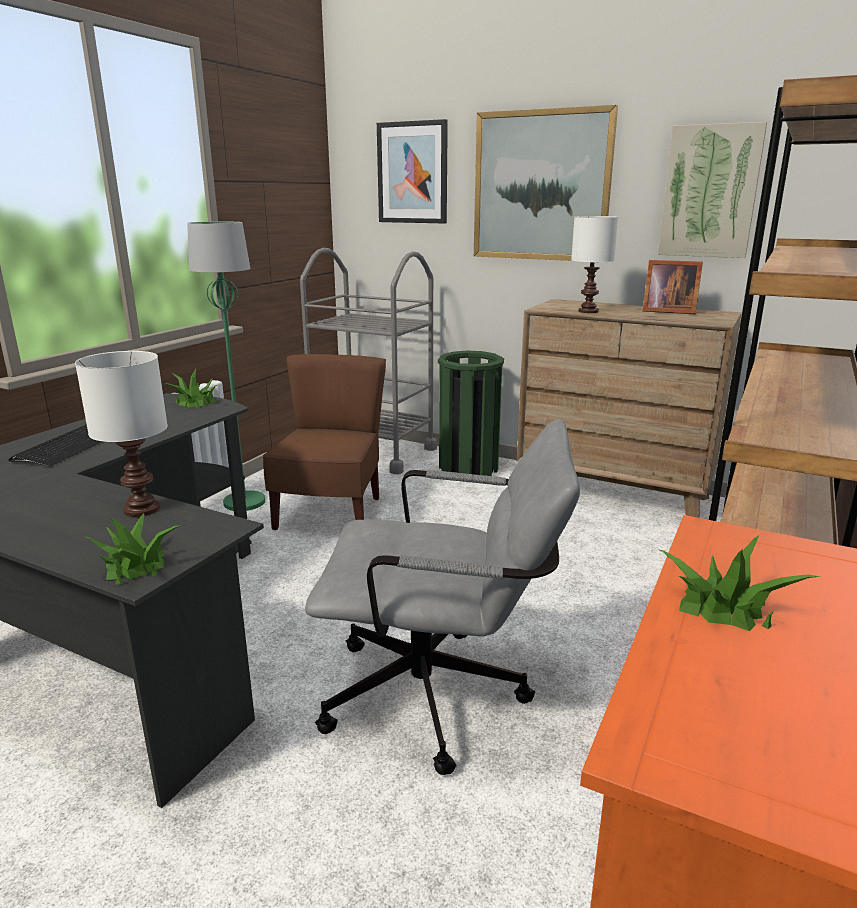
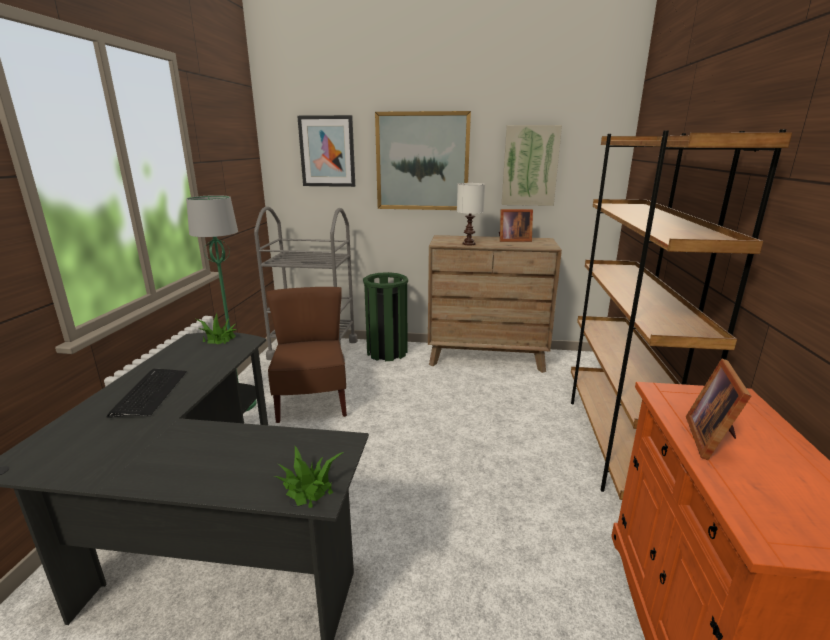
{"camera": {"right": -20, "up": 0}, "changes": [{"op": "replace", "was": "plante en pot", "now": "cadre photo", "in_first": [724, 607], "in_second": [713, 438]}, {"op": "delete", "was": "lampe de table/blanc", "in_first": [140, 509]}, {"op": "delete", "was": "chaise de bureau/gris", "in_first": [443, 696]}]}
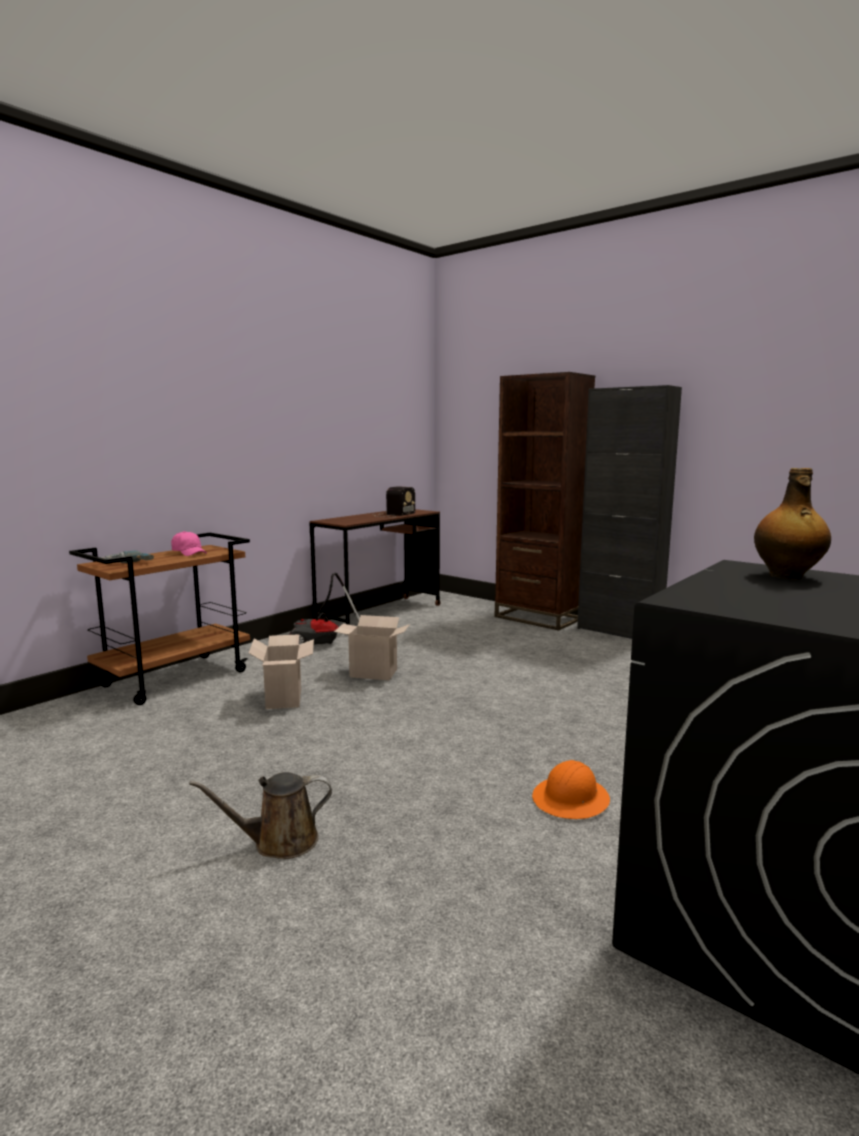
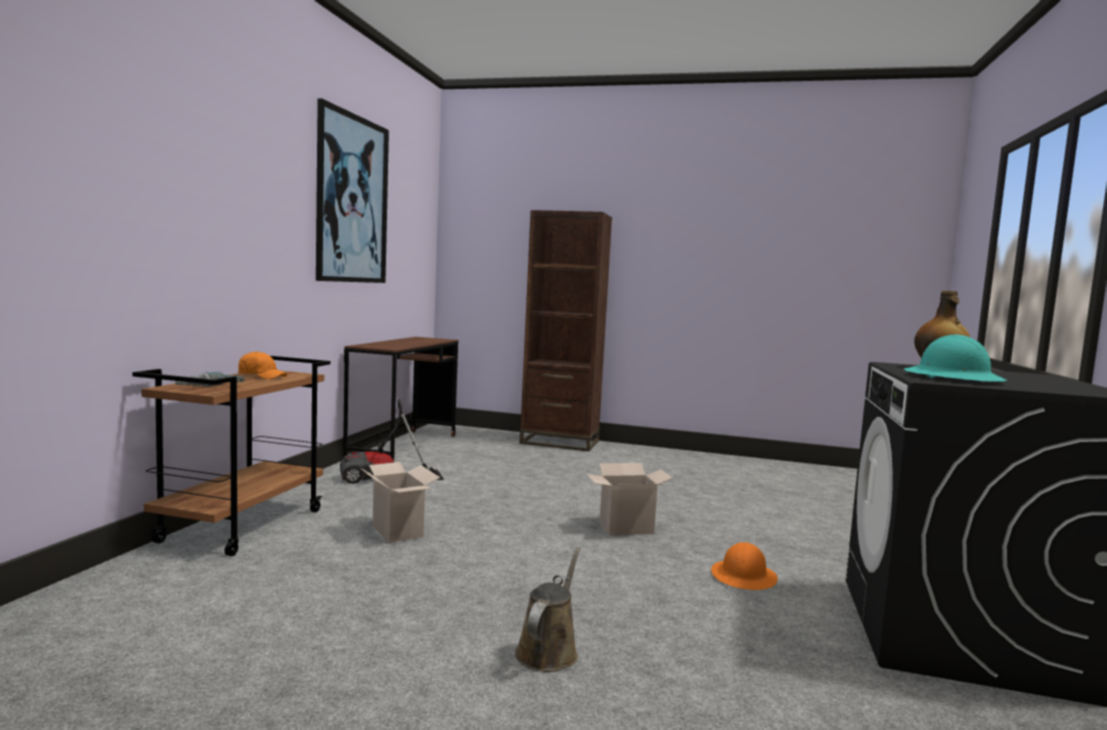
{"camera": {"right": -25, "up": -5}, "changes": [{"op": "recolor", "was": "casquette/rose", "now": "casquette/orange", "in_first": [189, 553], "in_second": [262, 376]}, {"op": "insert", "now": "tableau", "in_second": [352, 199]}, {"op": "rotate", "was": "arrosoir/marron", "in_first": [279, 842], "in_second": [549, 651], "clockwise": 150}, {"op": "move", "was": "carton", "in_first": [371, 674], "in_second": [625, 529]}, {"op": "insert", "now": "casque de chantier/turquoise", "in_second": [953, 378]}, {"op": "delete", "was": "radio", "in_first": [393, 514]}, {"op": "delete", "was": "meuble de rangement/noir", "in_first": [619, 631]}]}
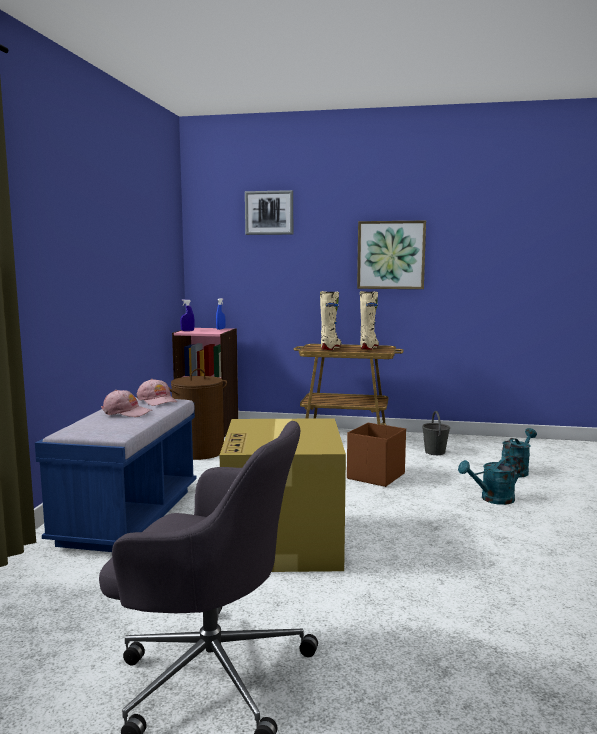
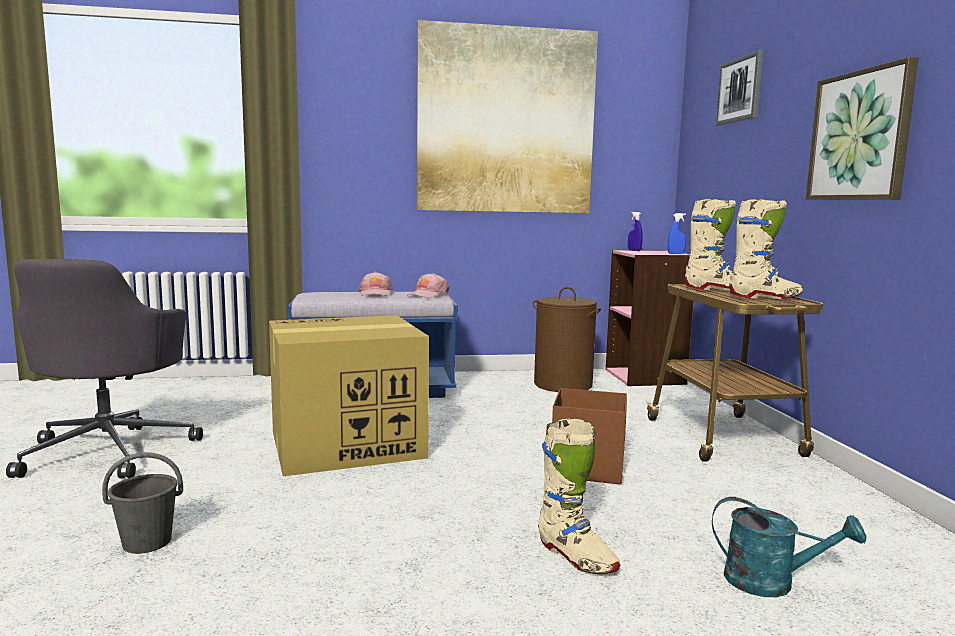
{"camera": {"right": 70, "up": 0}, "changes": [{"op": "move", "was": "seau/gris", "in_first": [434, 452], "in_second": [148, 542]}, {"op": "insert", "now": "tableau", "in_second": [505, 121]}, {"op": "replace", "was": "arrosoir/turquoise", "now": "botte/beige", "in_first": [492, 499], "in_second": [576, 557]}]}
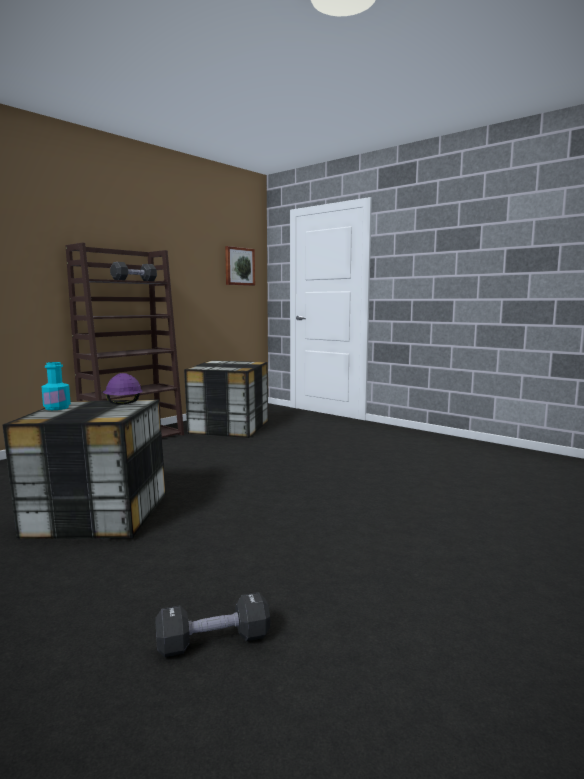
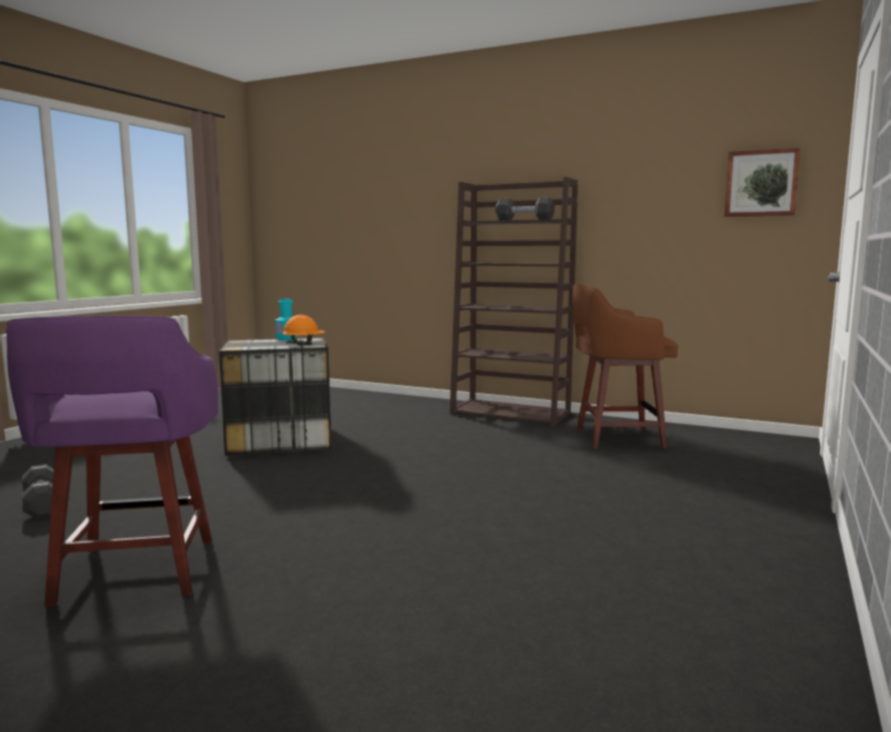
{"camera": {"right": 75, "up": 0}, "changes": [{"op": "insert", "now": "tabouret/violet", "in_second": [135, 574]}, {"op": "recolor", "was": "casque de chantier/violet", "now": "casque de chantier/orange", "in_first": [123, 403], "in_second": [303, 344]}, {"op": "replace", "was": "boîte de rangement", "now": "tabouret/marron", "in_first": [228, 428], "in_second": [615, 438]}]}
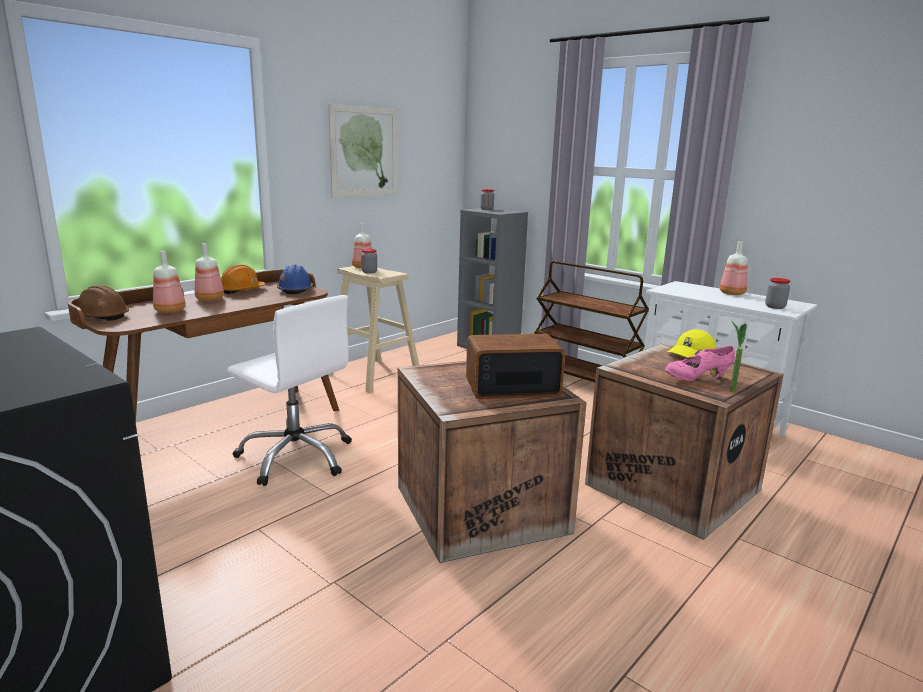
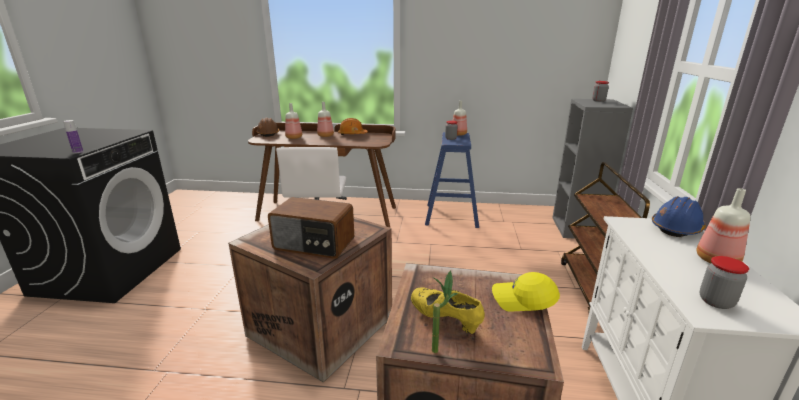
{"camera": {"right": 55, "up": 5}, "changes": [{"op": "insert", "now": "bouteille", "in_second": [78, 152]}, {"op": "rotate", "was": "radio", "in_first": [511, 387], "in_second": [314, 244], "clockwise": 150}, {"op": "recolor", "was": "chaussure/rose", "now": "chaussure/jaune", "in_first": [697, 379], "in_second": [445, 320]}, {"op": "recolor", "was": "tabouret/beige", "now": "tabouret/bleu", "in_first": [374, 375], "in_second": [451, 215]}, {"op": "move", "was": "casque de chantier/bleu", "in_first": [295, 290], "in_second": [676, 228]}, {"op": "delete", "was": "tableau", "in_first": [364, 152]}]}
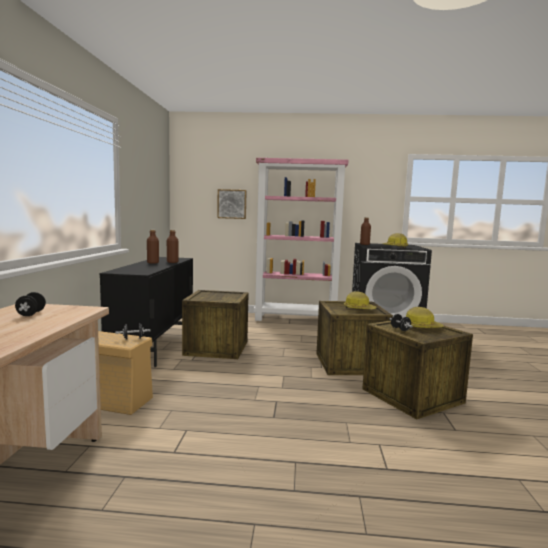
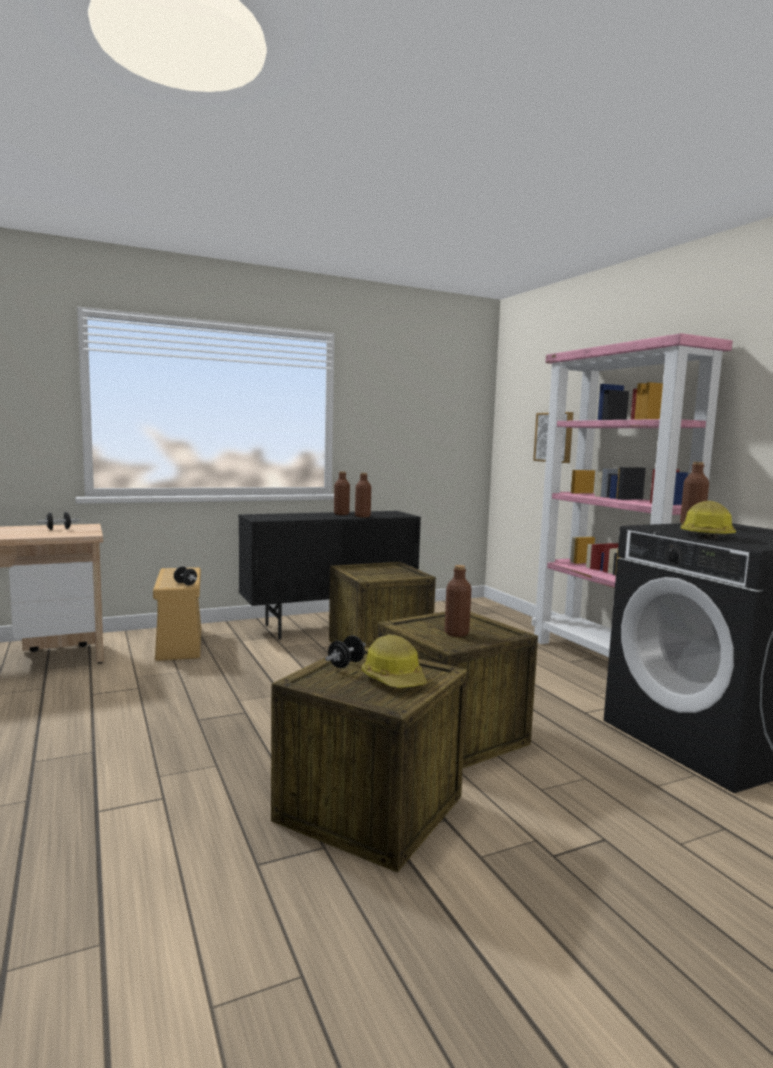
{"camera": {"right": 60, "up": 0}, "changes": [{"op": "replace", "was": "casque de chantier", "now": "bouteille/marron", "in_first": [359, 309], "in_second": [456, 633]}]}
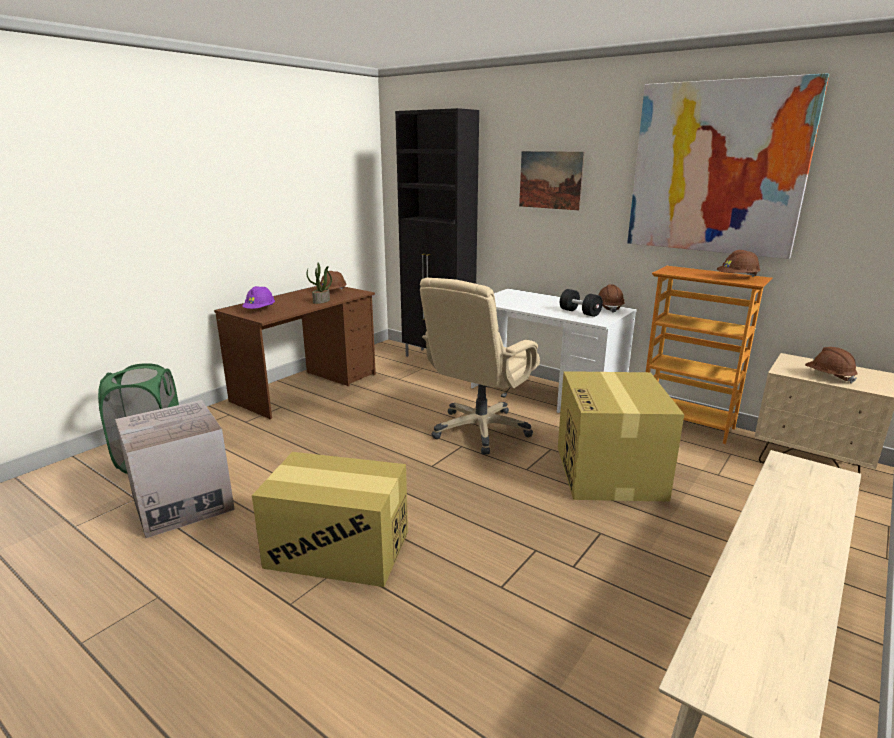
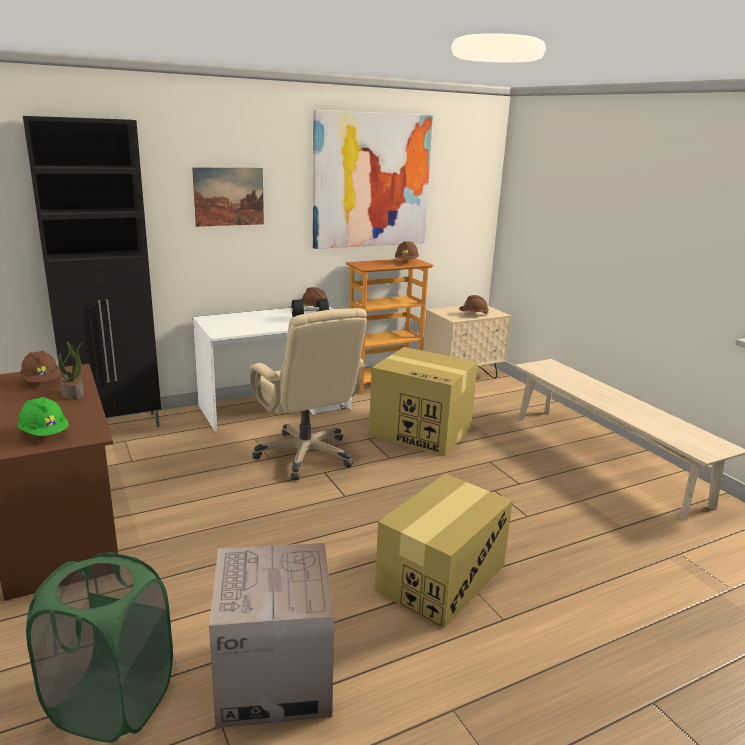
{"camera": {"right": -65, "up": 0}, "changes": [{"op": "recolor", "was": "casque de chantier/violet", "now": "casque de chantier/vert", "in_first": [260, 310], "in_second": [45, 433]}]}
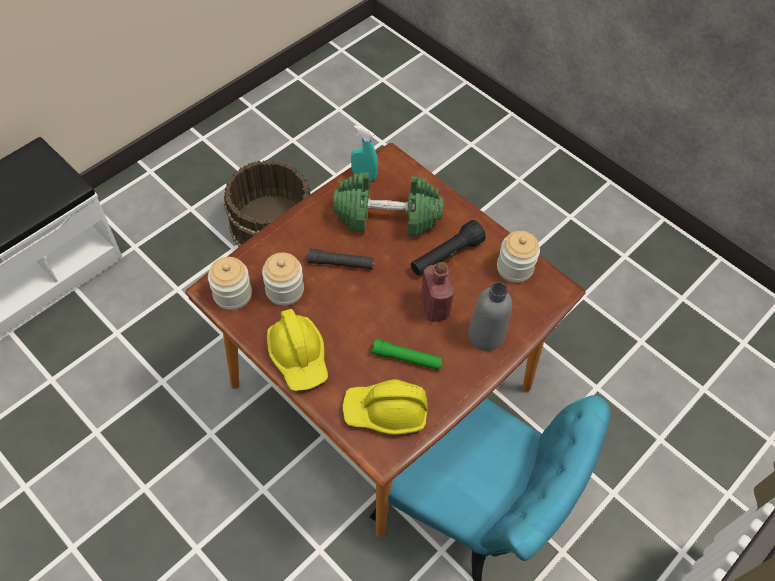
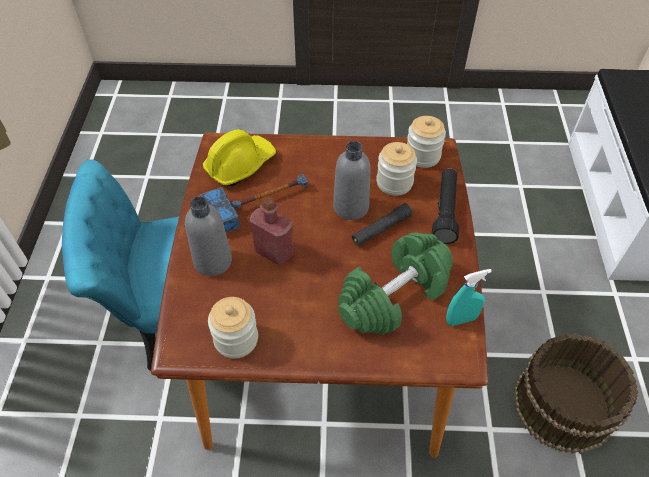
{"camera": {"right": 140, "up": -5}, "changes": [{"op": "replace", "was": "lampe de poche/vert", "now": "marteau", "in_first": [407, 358], "in_second": [258, 203]}, {"op": "insert", "now": "bouteille/gris", "in_second": [351, 207]}, {"op": "move", "was": "lampe de poche/noir", "in_first": [446, 256], "in_second": [445, 211]}, {"op": "delete", "was": "casque de chantier/jaune", "in_first": [299, 356]}]}
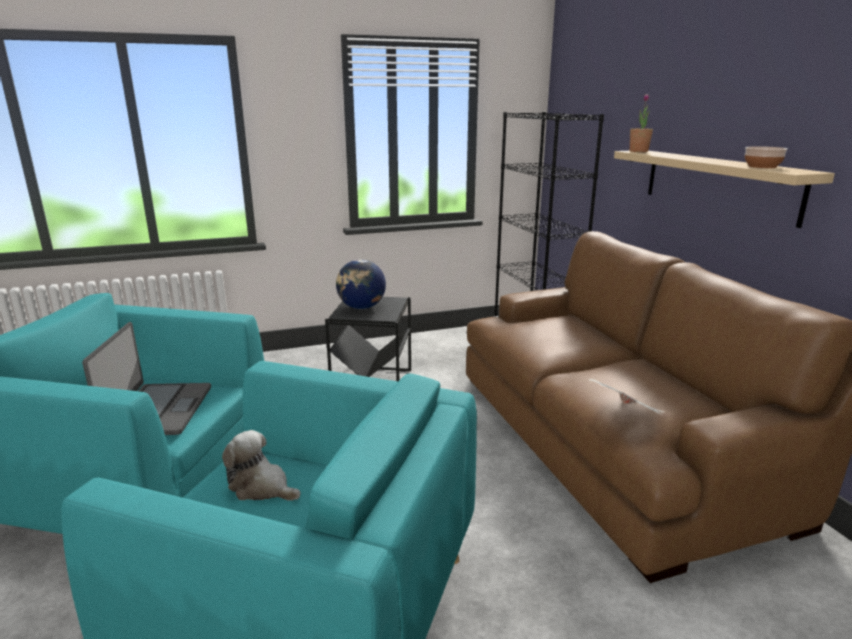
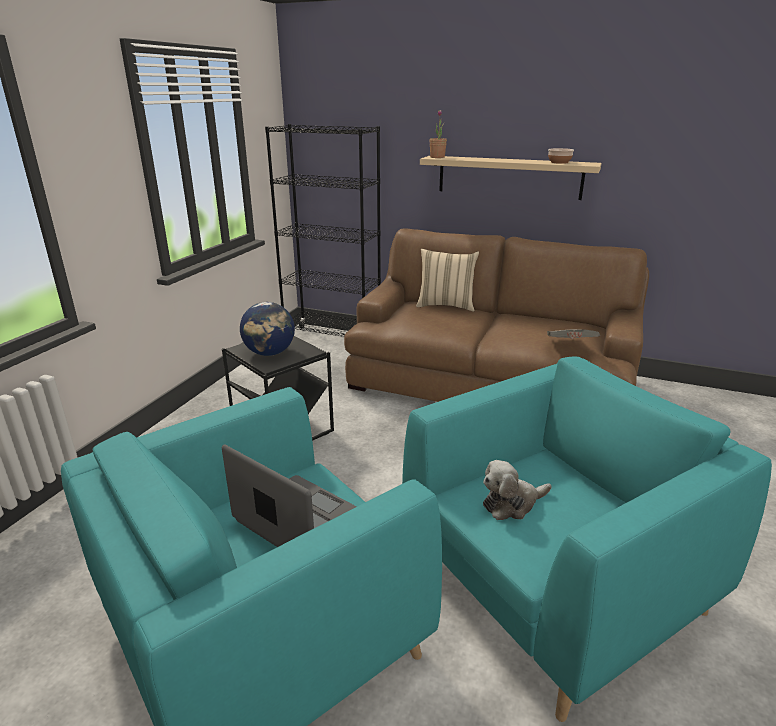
{"camera": {"right": -50, "up": 5}, "changes": [{"op": "insert", "now": "coussin/beige", "in_second": [446, 305]}]}
